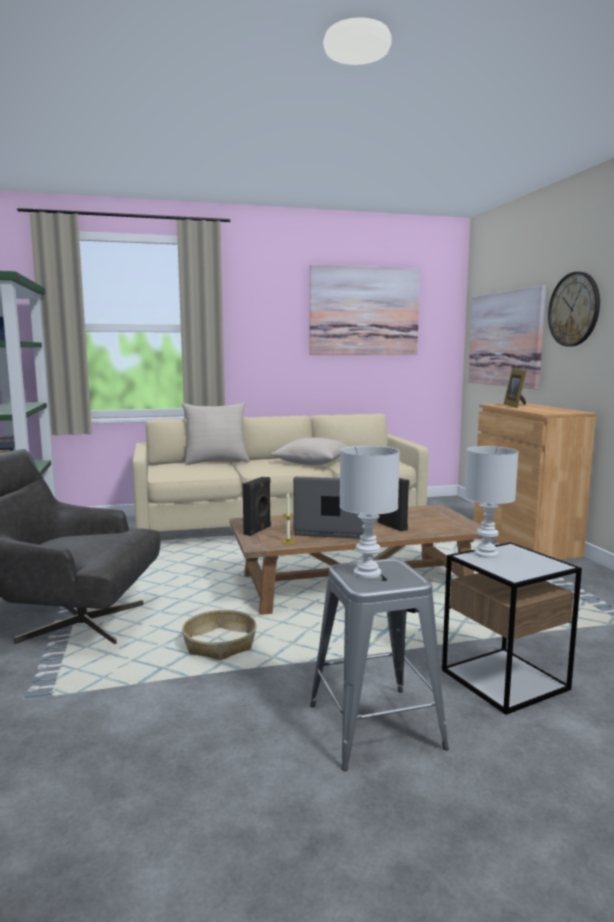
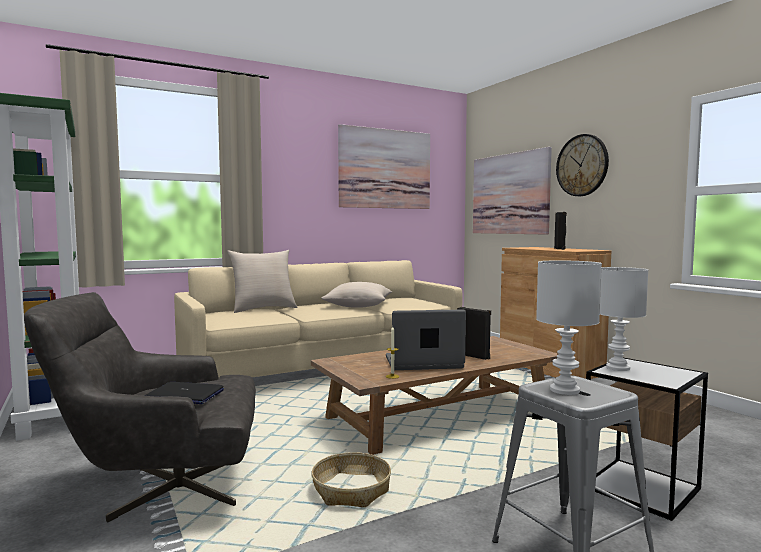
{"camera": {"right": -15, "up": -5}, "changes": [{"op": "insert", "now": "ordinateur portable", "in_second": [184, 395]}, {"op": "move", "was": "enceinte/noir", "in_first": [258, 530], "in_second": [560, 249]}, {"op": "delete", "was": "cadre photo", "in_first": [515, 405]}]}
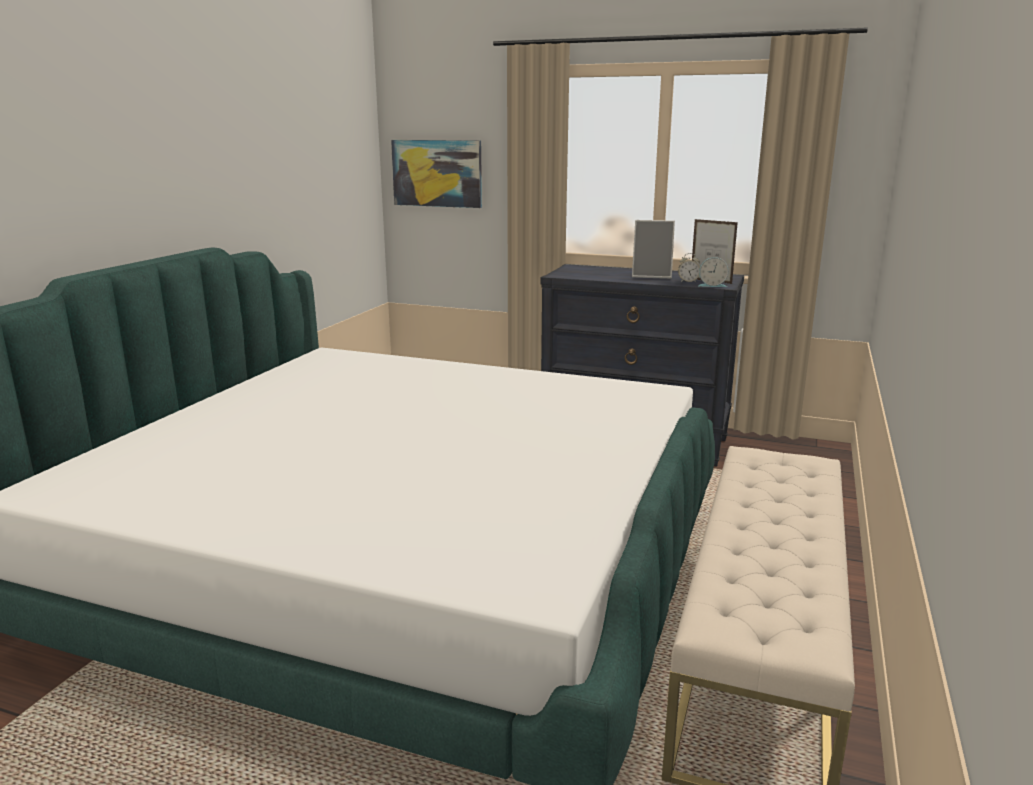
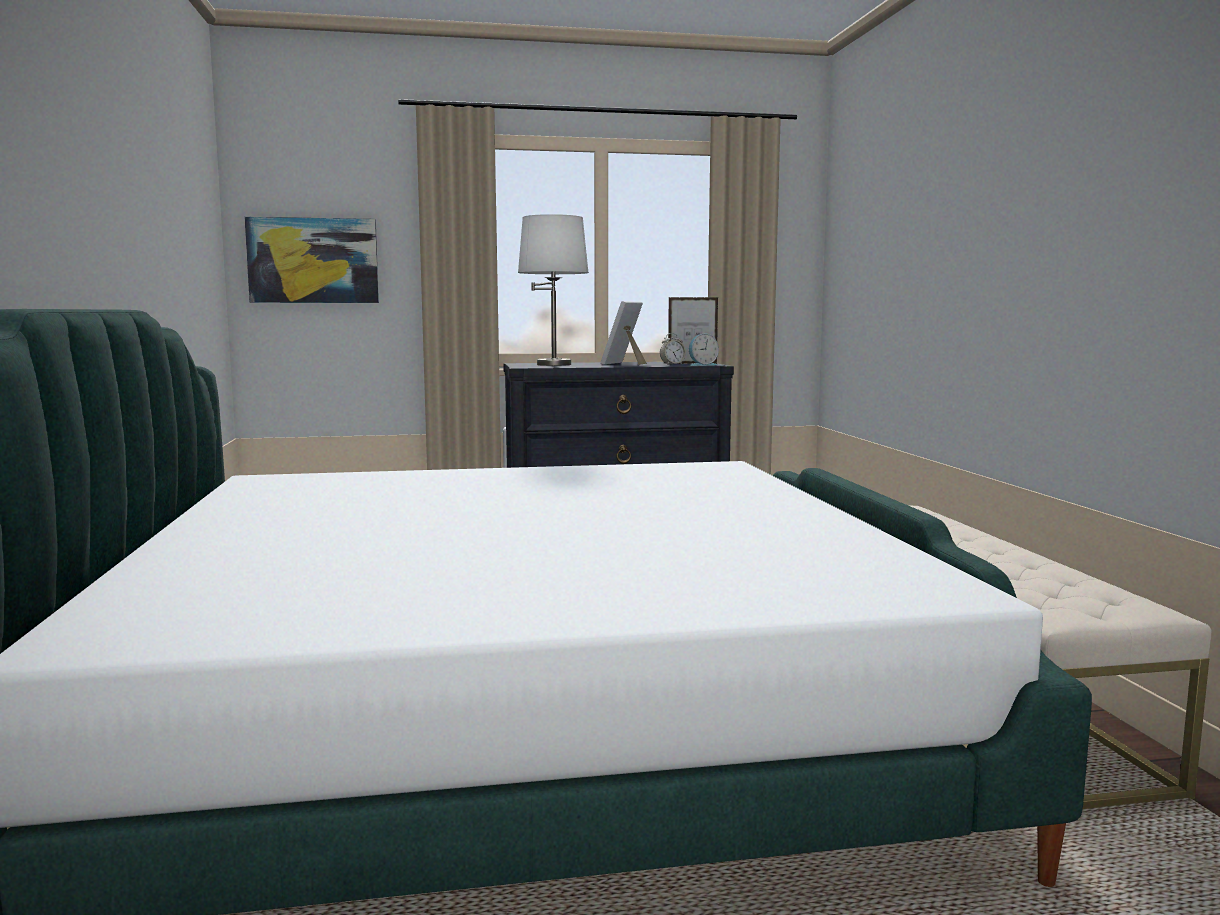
{"camera": {"right": -30, "up": -10}, "changes": [{"op": "insert", "now": "lampe de table/blanc", "in_second": [554, 364]}, {"op": "rotate", "was": "cadre photo", "in_first": [652, 276], "in_second": [624, 364], "clockwise": 135}]}
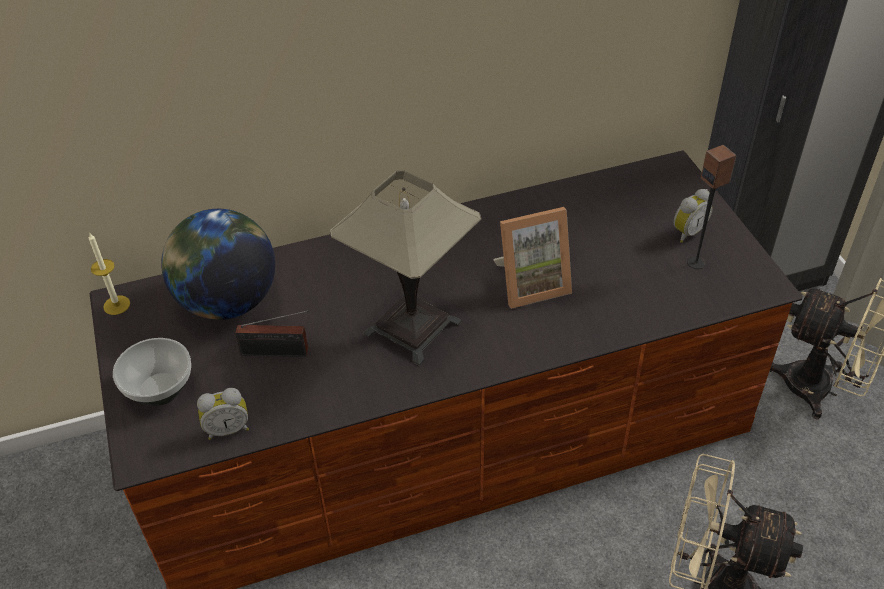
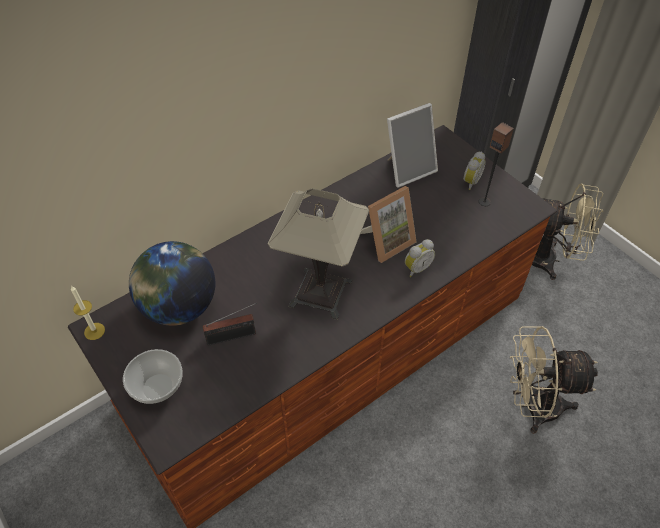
{"camera": {"right": -20, "up": 5}, "changes": [{"op": "insert", "now": "cadre photo", "in_second": [408, 169]}, {"op": "move", "was": "réveil", "in_first": [227, 429], "in_second": [416, 268]}]}
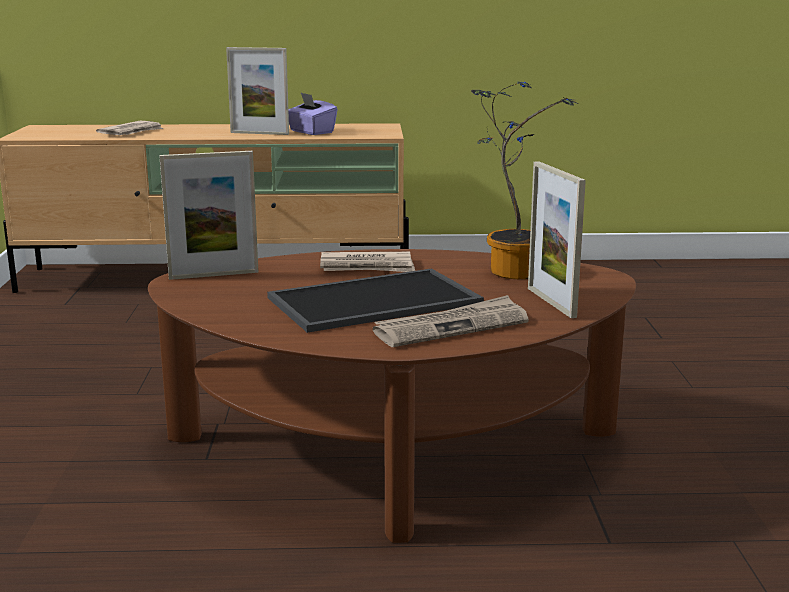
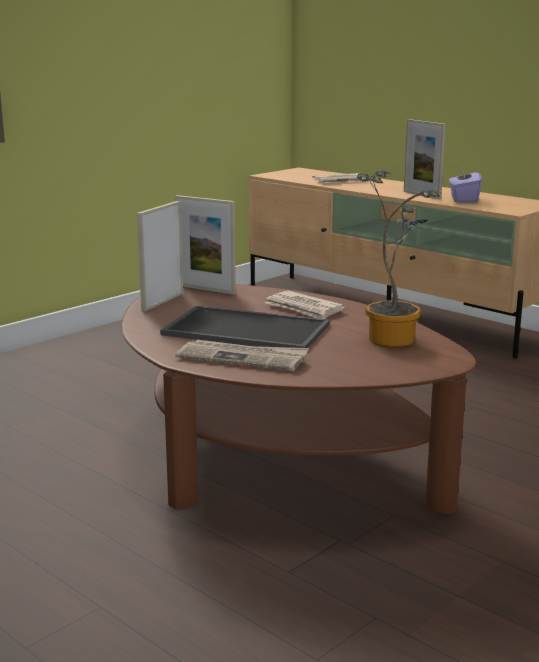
{"camera": {"right": 45, "up": 0}, "changes": [{"op": "move", "was": "cadre photo", "in_first": [551, 302], "in_second": [162, 302]}]}
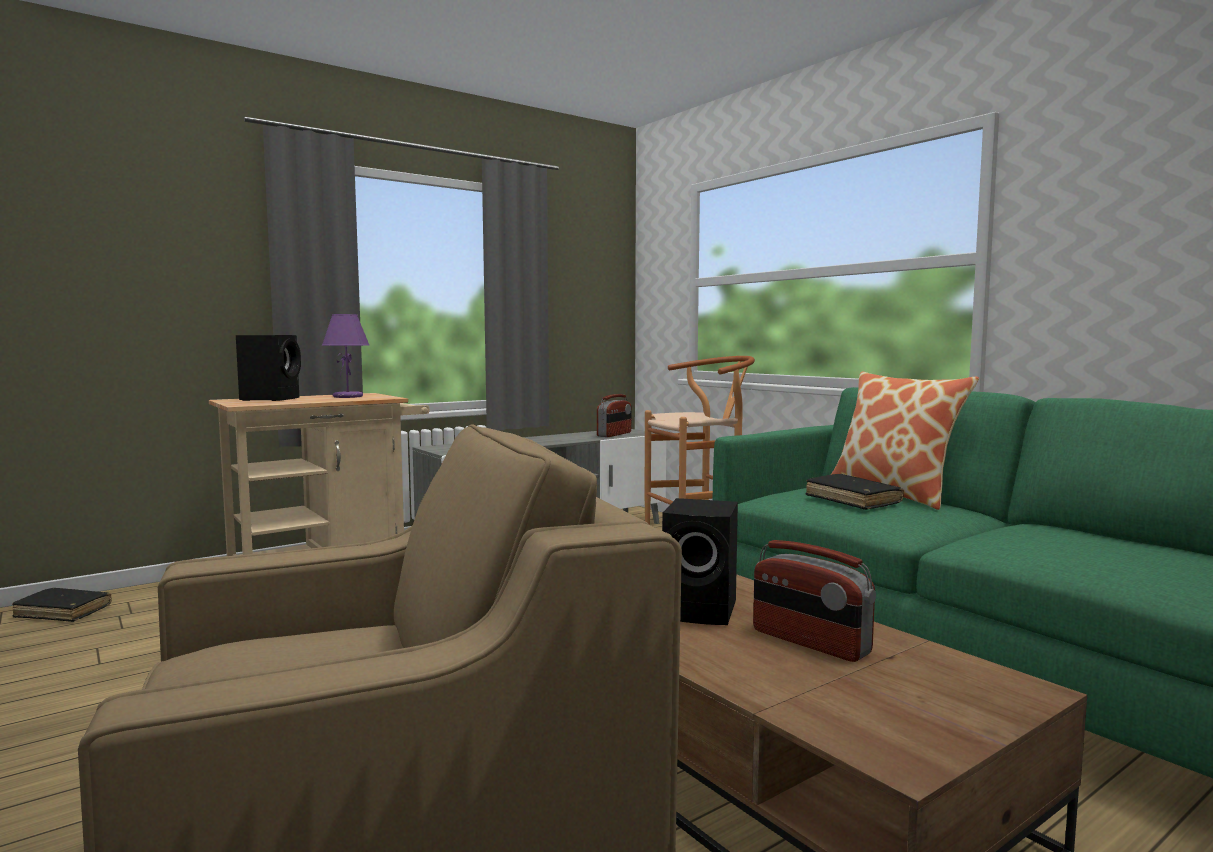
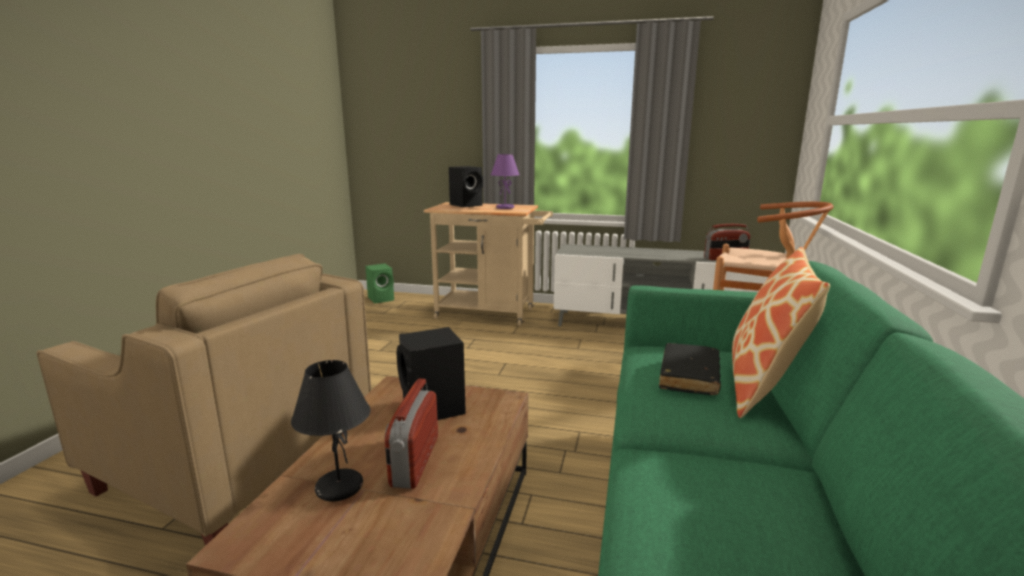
{"camera": {"right": 50, "up": 10}, "changes": [{"op": "insert", "now": "lampe de table/noir", "in_second": [338, 487]}, {"op": "replace", "was": "livre/noir", "now": "enceinte/vert", "in_first": [63, 612], "in_second": [382, 299]}]}
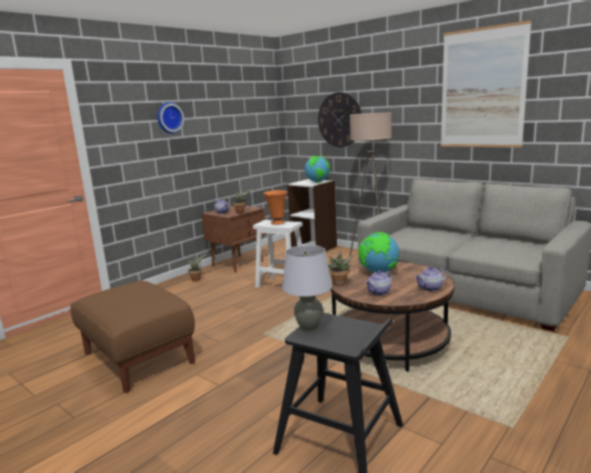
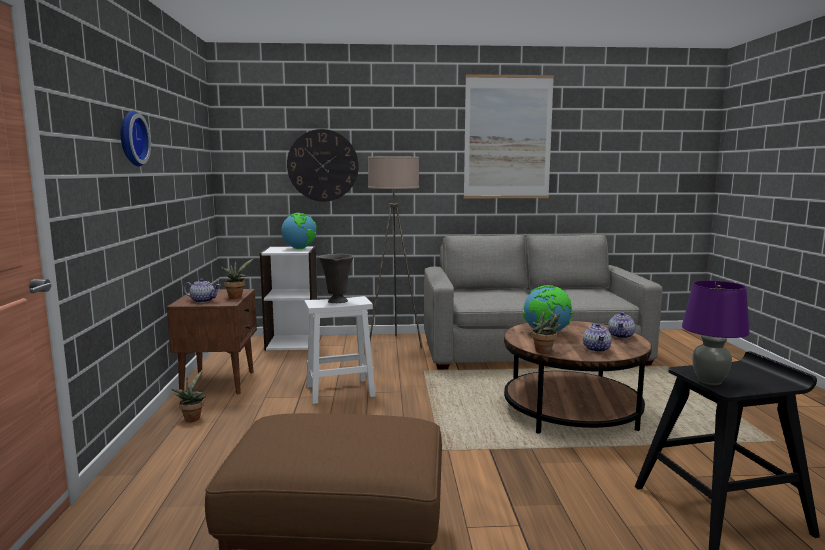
{"camera": {"right": -45, "up": -5}, "changes": [{"op": "recolor", "was": "vase/orange", "now": "vase/gris", "in_first": [277, 223], "in_second": [336, 301]}, {"op": "recolor", "was": "lampe de table/gris", "now": "lampe de table/violet", "in_first": [309, 328], "in_second": [709, 381]}]}
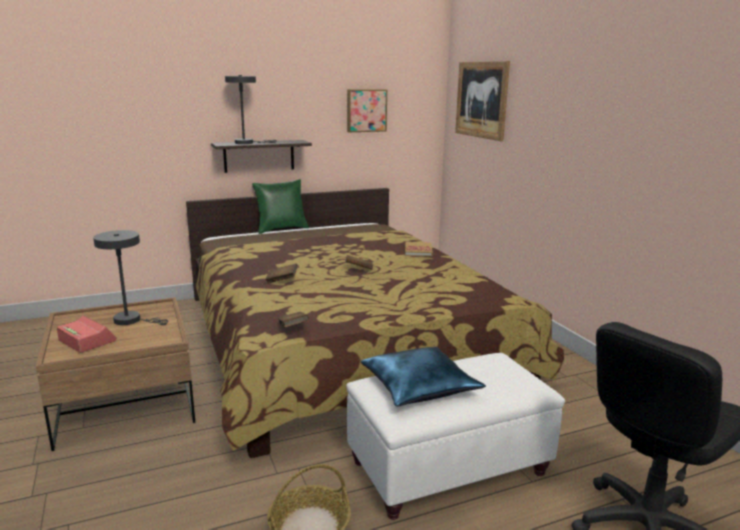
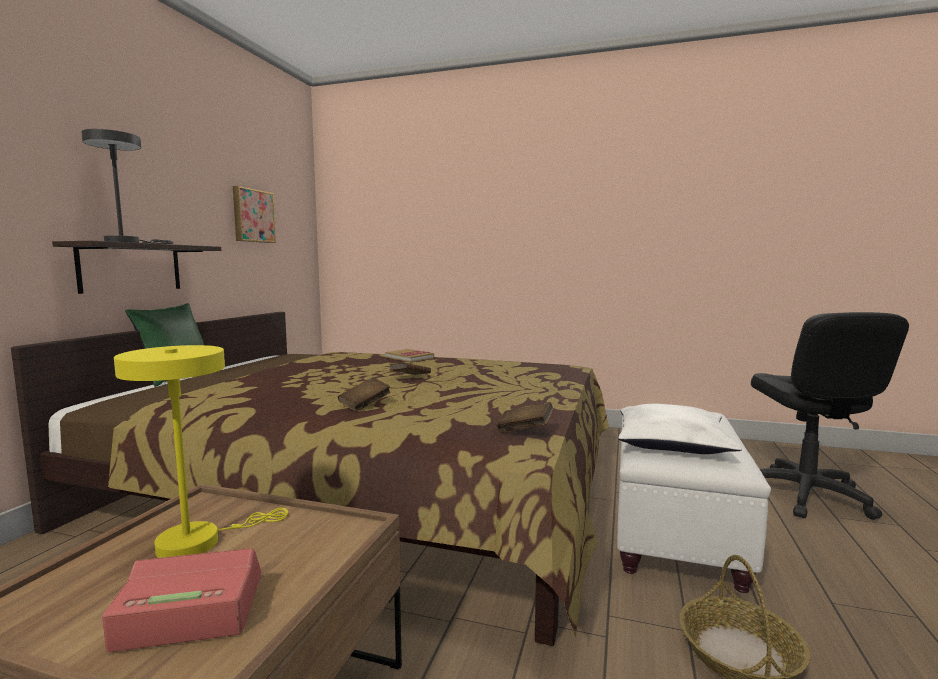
{"camera": {"right": -50, "up": -10}, "changes": [{"op": "recolor", "was": "lampe de table/gris", "now": "lampe de table/jaune", "in_first": [132, 320], "in_second": [199, 541]}, {"op": "recolor", "was": "coussin/bleu", "now": "coussin/blanc", "in_first": [419, 386], "in_second": [672, 443]}, {"op": "delete", "was": "tableau", "in_first": [481, 99]}]}
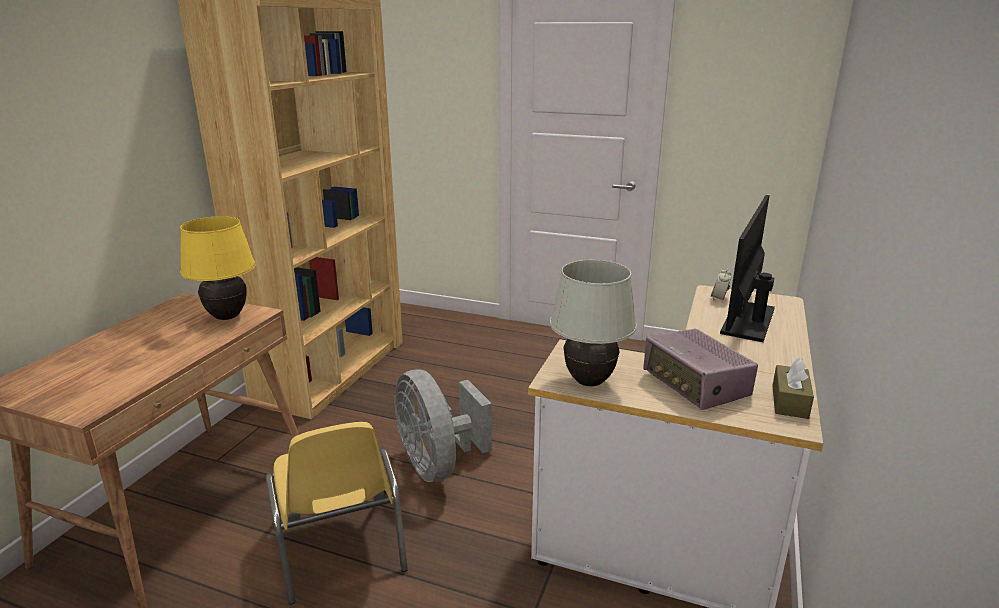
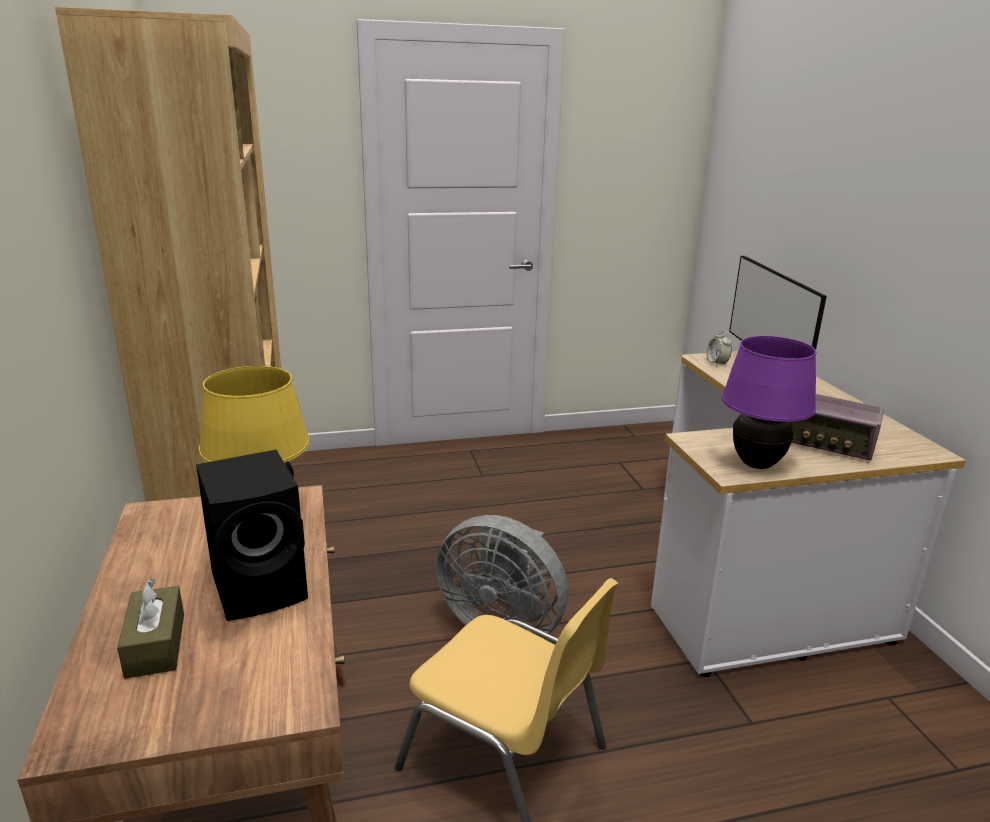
{"camera": {"right": -35, "up": 0}, "changes": [{"op": "move", "was": "boîte à mouchoirs/marron", "in_first": [789, 401], "in_second": [155, 645]}, {"op": "insert", "now": "enceinte/noir", "in_second": [263, 586]}, {"op": "recolor", "was": "lampe de table/blanc", "now": "lampe de table/violet", "in_first": [589, 381], "in_second": [756, 464]}]}
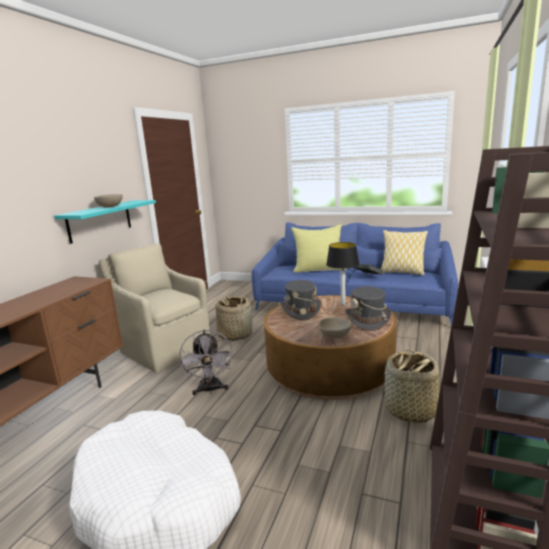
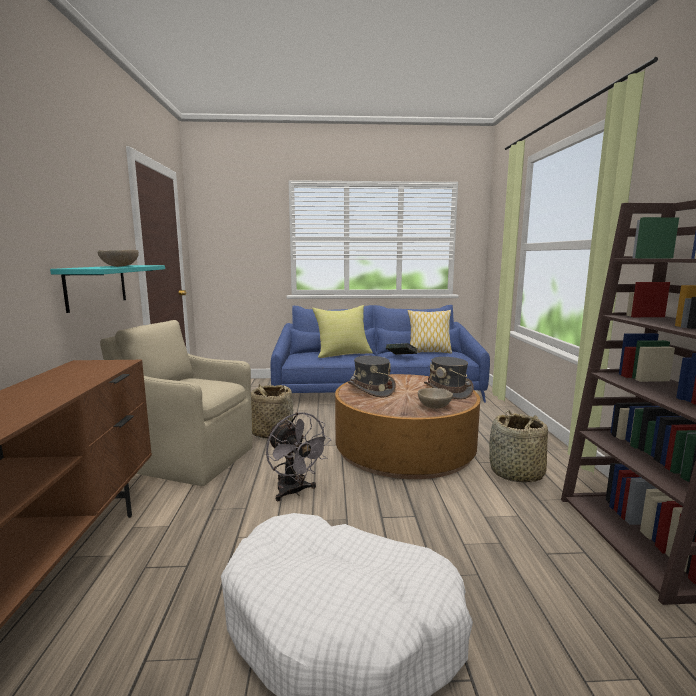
{"camera": {"right": -25, "up": -5}, "changes": [{"op": "delete", "was": "lampe de table", "in_first": [343, 304]}]}
